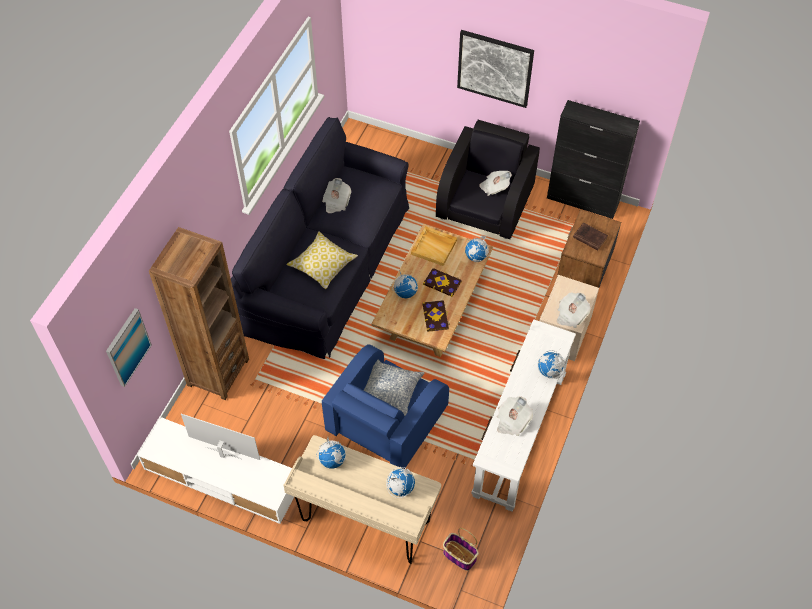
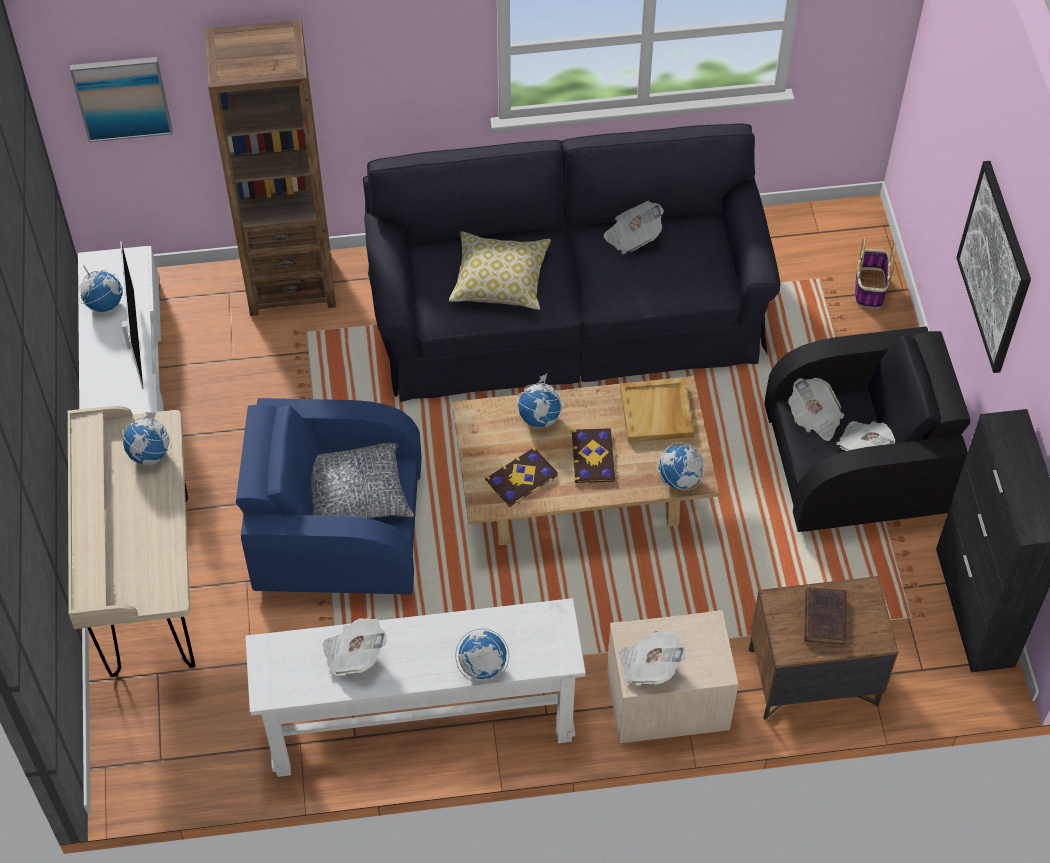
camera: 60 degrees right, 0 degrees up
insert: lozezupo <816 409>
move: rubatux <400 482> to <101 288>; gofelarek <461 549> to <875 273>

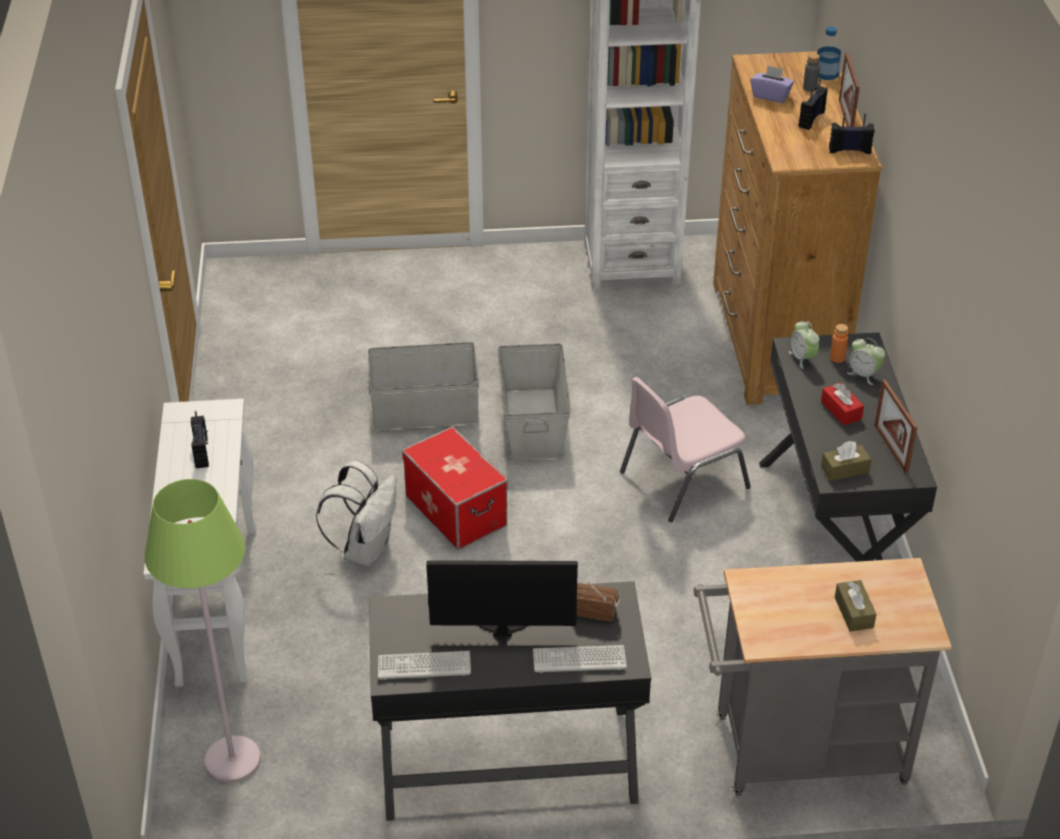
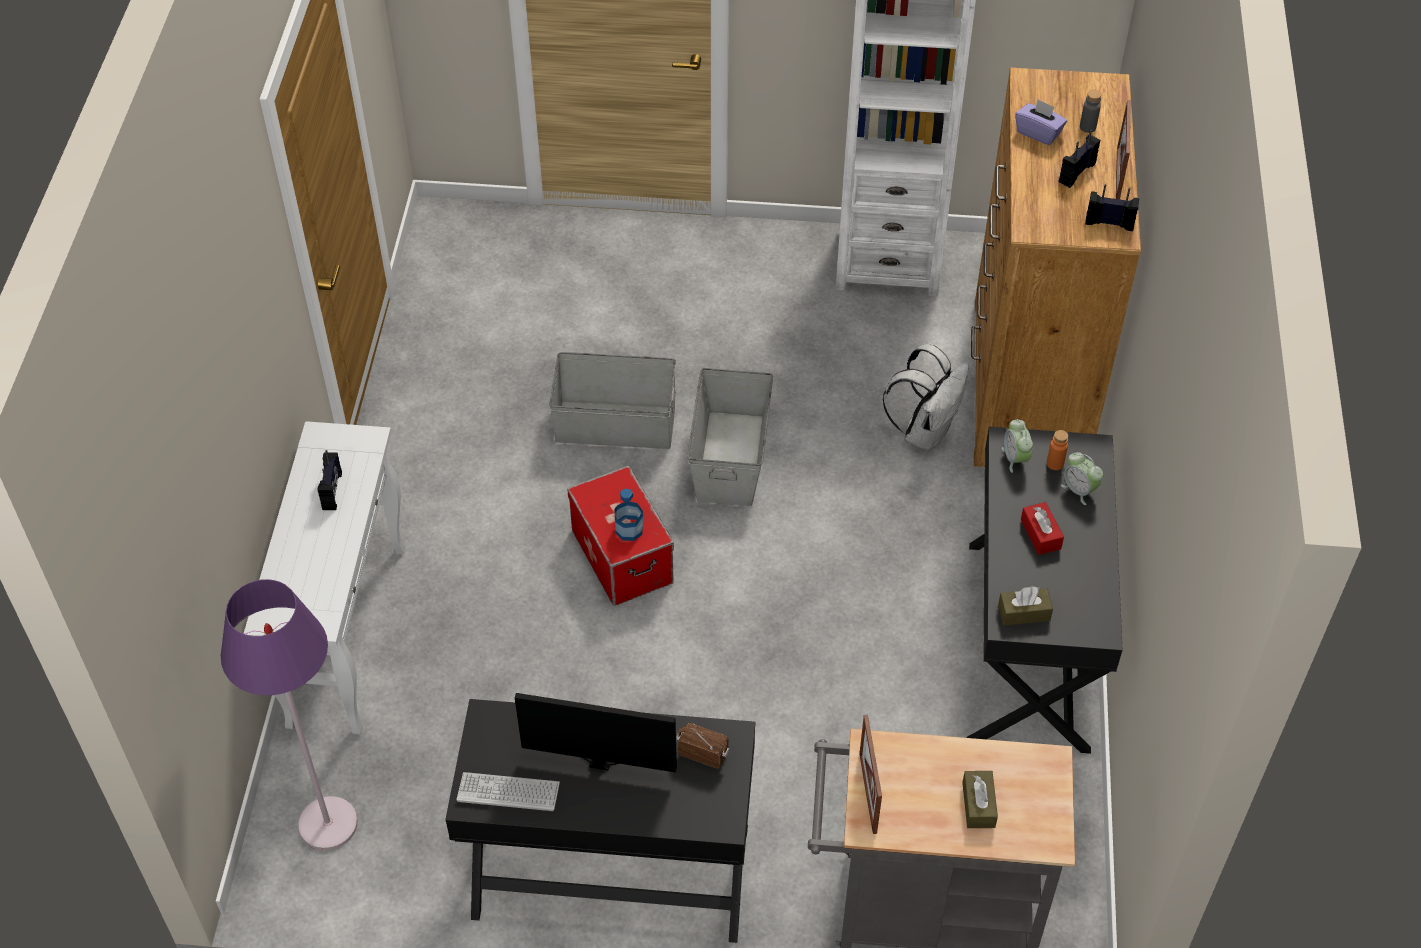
camera: 10 degrees right, 10 degrees up
delete: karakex <580 659>; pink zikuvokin <685 449>
move: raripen <829 53> to <628 515>; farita <895 426> to <870 774>; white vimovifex <356 513> to <926 397>
recolor: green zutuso <202 631> to purple zutuso <289 715>

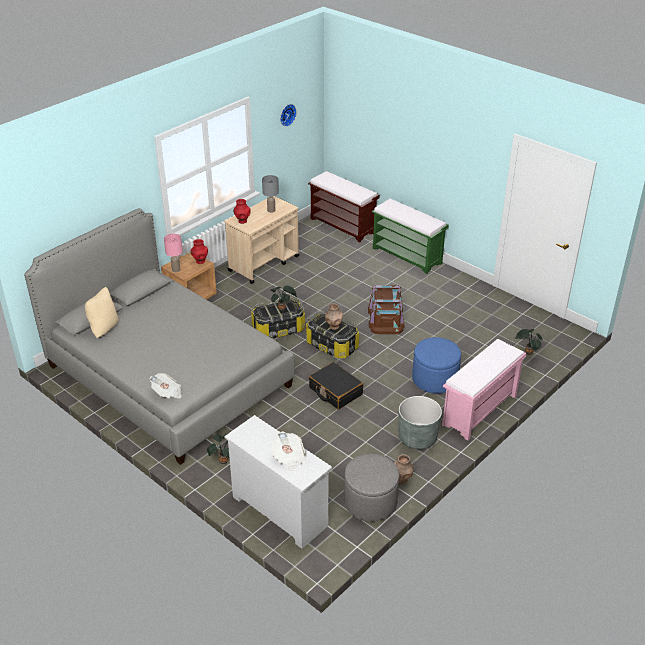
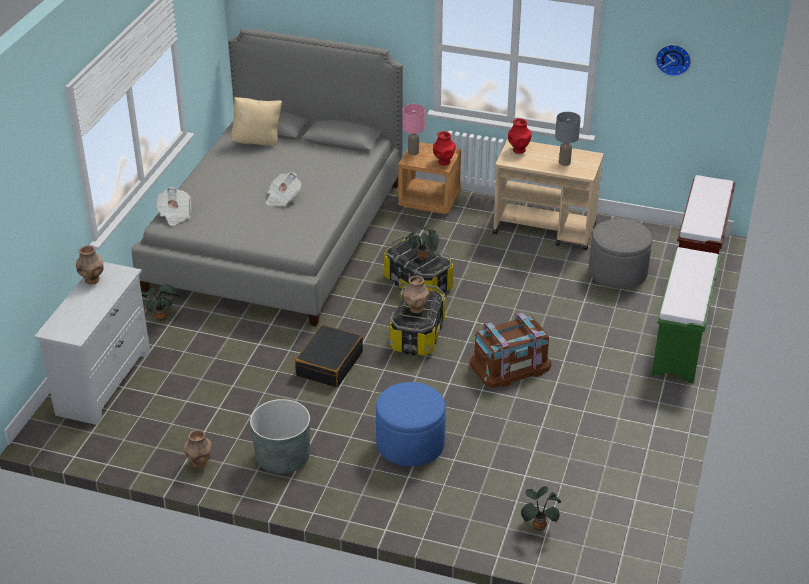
camera: 65 degrees right, 0 degrees up
delete: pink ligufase <484 390>
insert: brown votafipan <90 264>
move: lozezupo <288 451> to <283 189>; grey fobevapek <371 487> to <620 254>

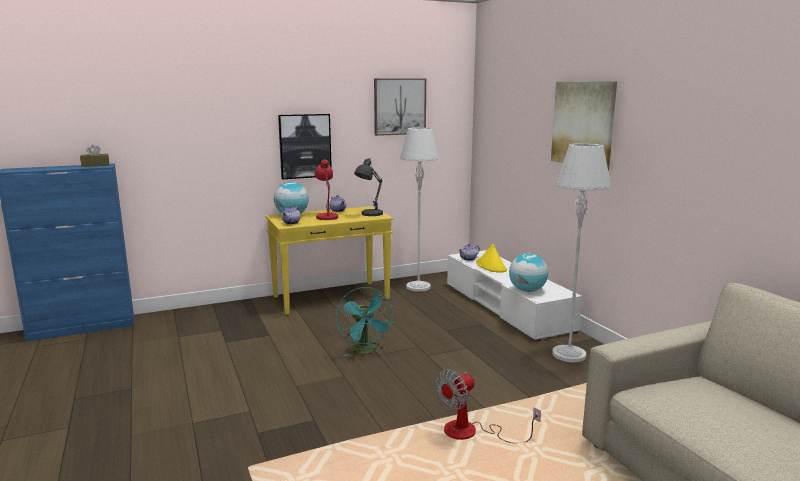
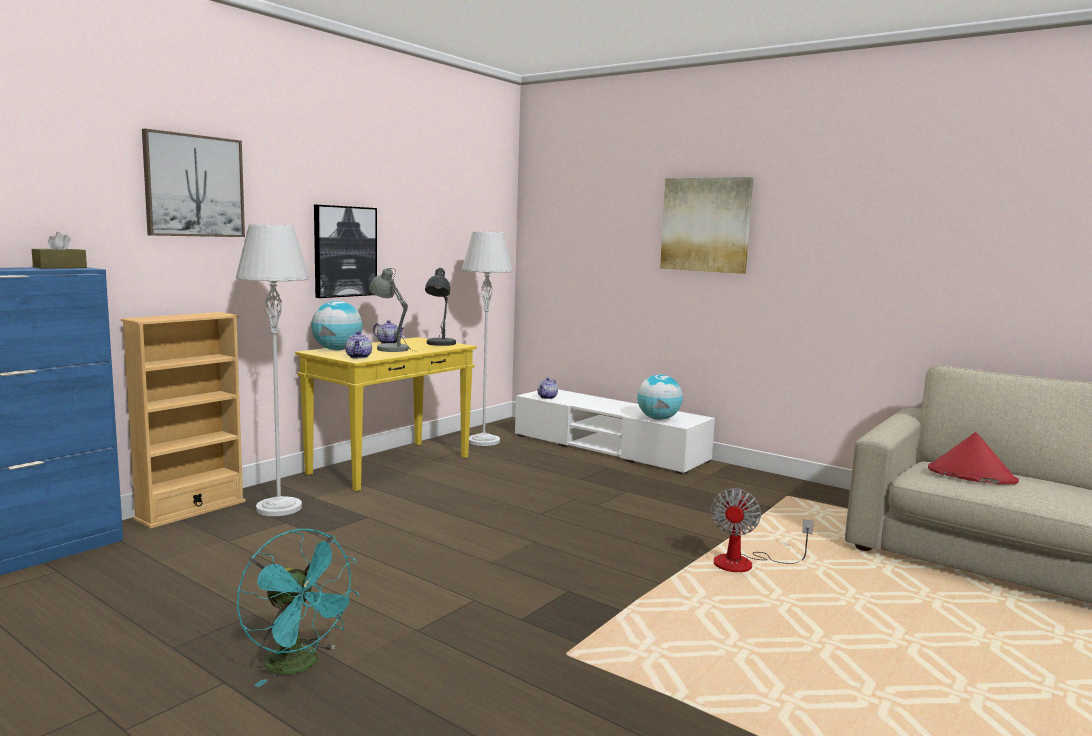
camera: 30 degrees left, 5 degrees down
delete: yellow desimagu <491 258>
insert: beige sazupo <183 420>; red desimagu <973 458>
move: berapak <400 107> to <193 183>; grey zutuso <581 252> to <272 370>; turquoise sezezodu <364 321> to <298 608>
recolor: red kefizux <327 190> to grey kefizux <393 310>

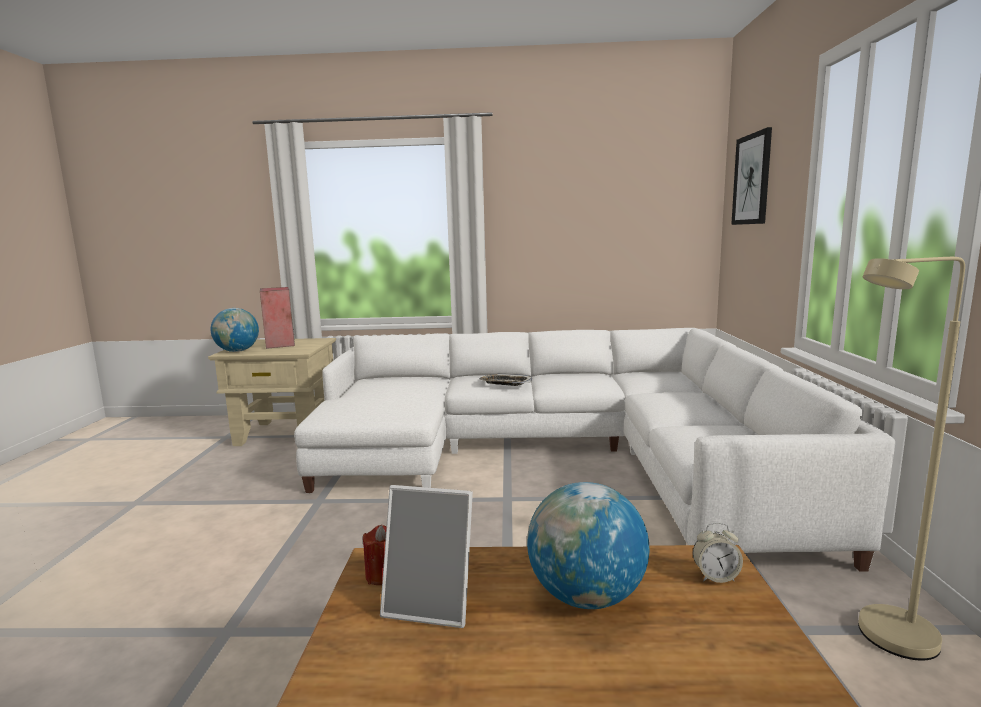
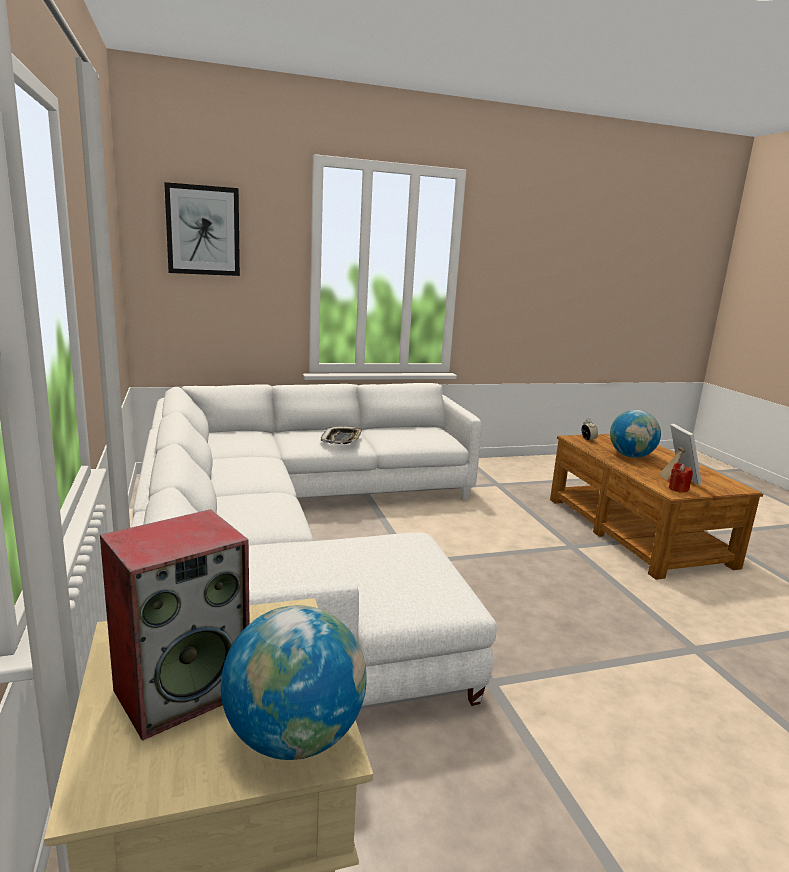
camera: 110 degrees left, 5 degrees up
delete: beige zutuso <911 459>
move: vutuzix <505 380> to <341 435>

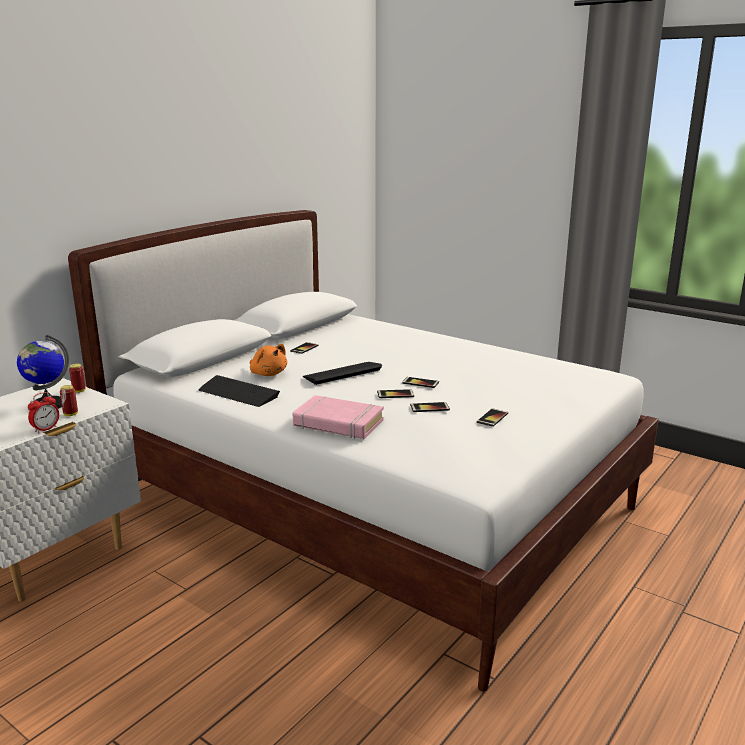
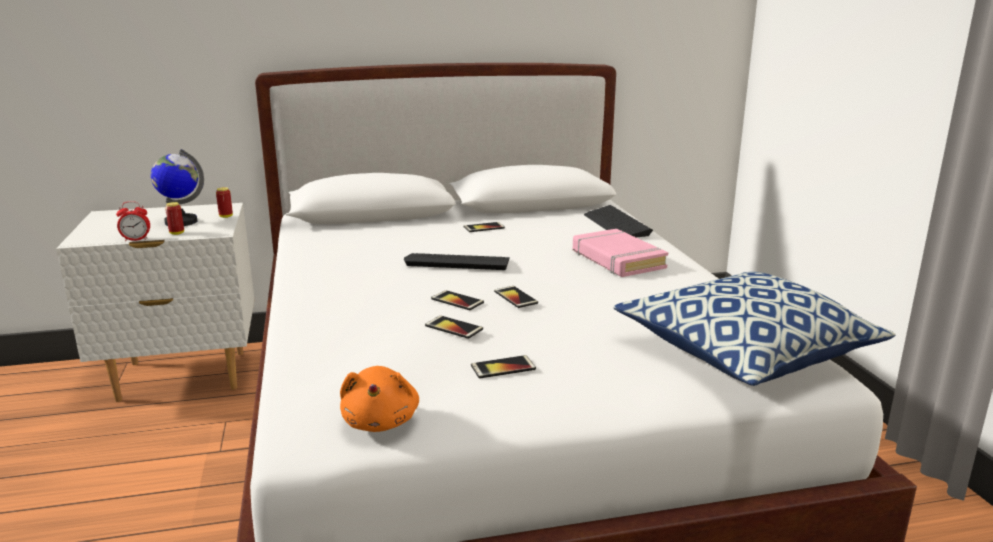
camera: 40 degrees right, 0 degrees up
insert: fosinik <754 329>
move: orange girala <268 360> to <379 399>; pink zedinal <338 417> to <621 253>; karakex <239 391> to <618 221>

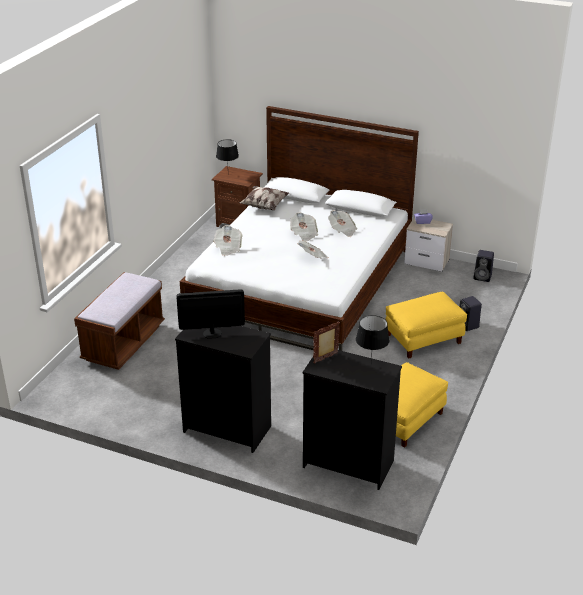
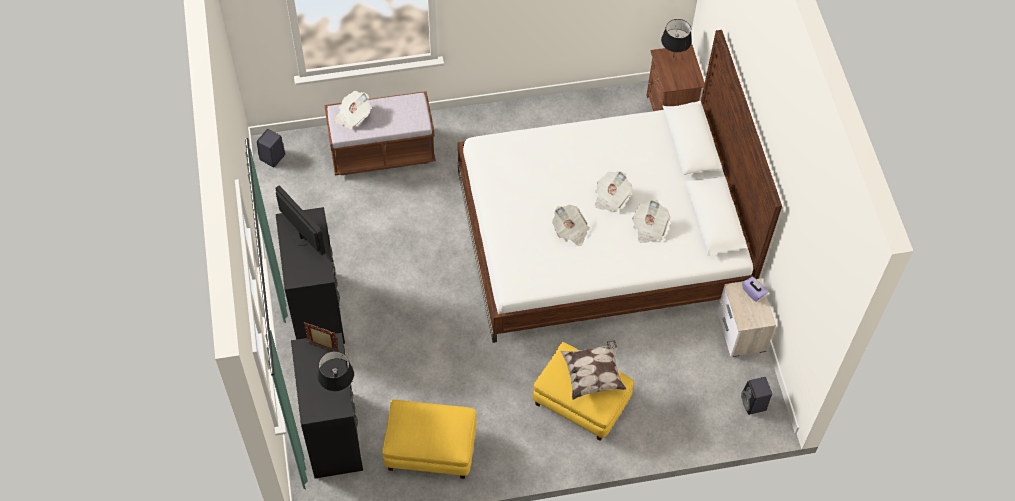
camera: 55 degrees right, 25 degrees up
move: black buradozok <470 313> to <271 148>; lozezupo <228 240> to <352 110>; fosinik <264 198> to <593 370>

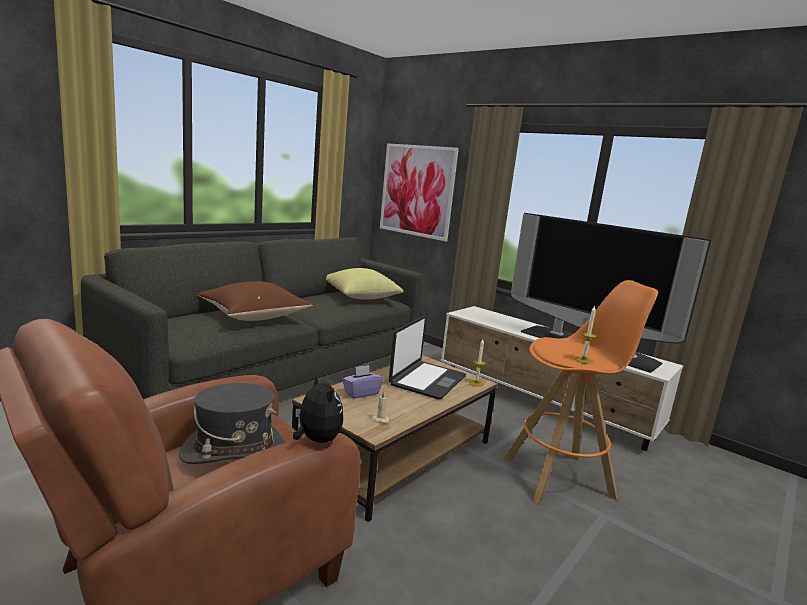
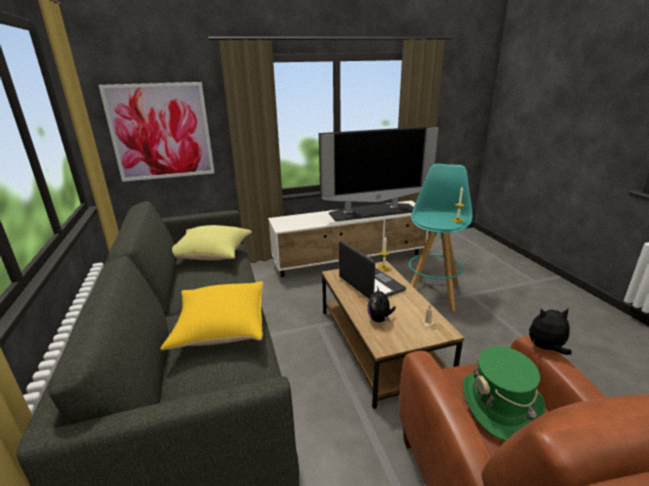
camera: 55 degrees left, 10 degrees up
replace: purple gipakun <363 382> to girala <381 304>
recolor: brown fosinik <255 301> to yellow fosinik <211 315>; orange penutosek <580 392> to turquoise penutosek <440 237>; grey desimagu <232 423> to green desimagu <504 393>

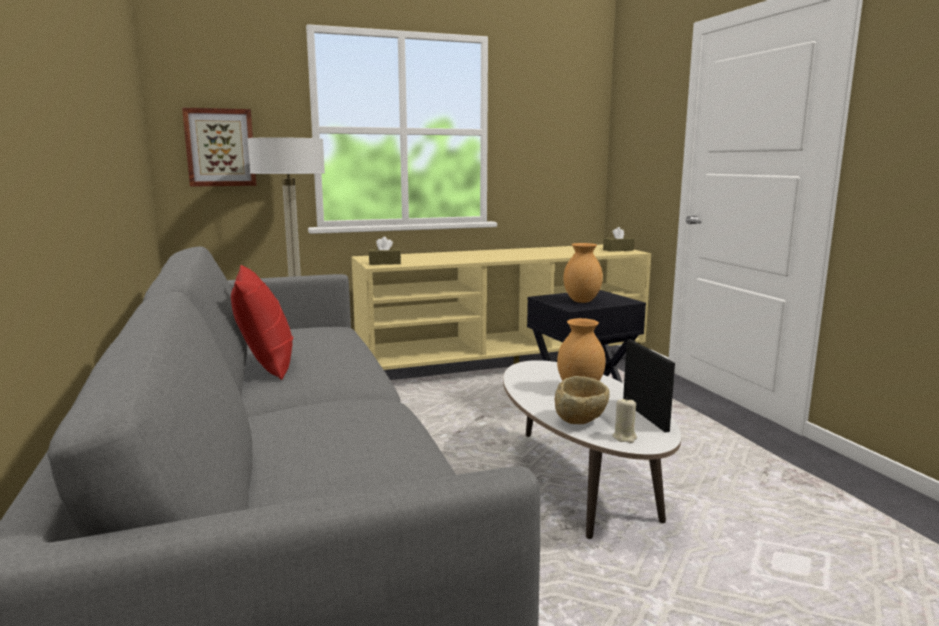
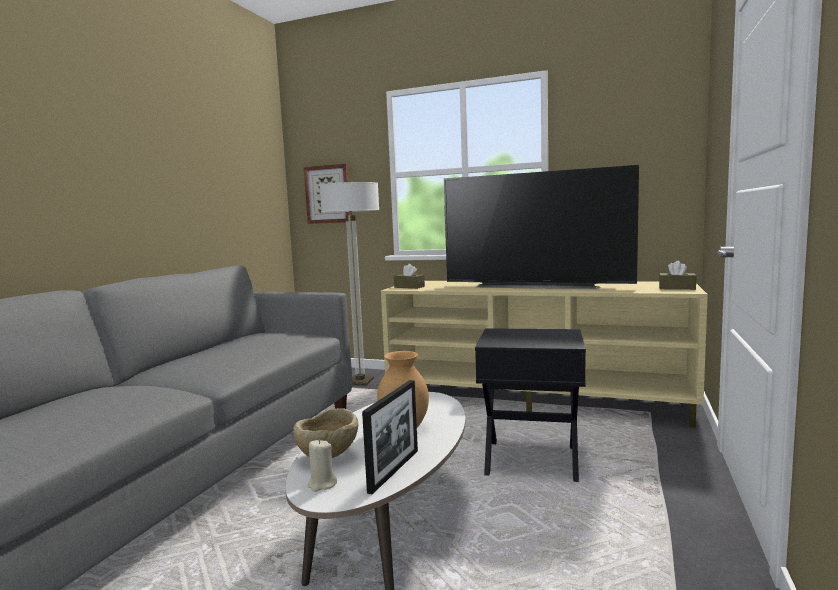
camera: 40 degrees right, 5 degrees down
delete: red fosinik <262 322>; brown votafipan <583 273>
insert: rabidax <541 227>

